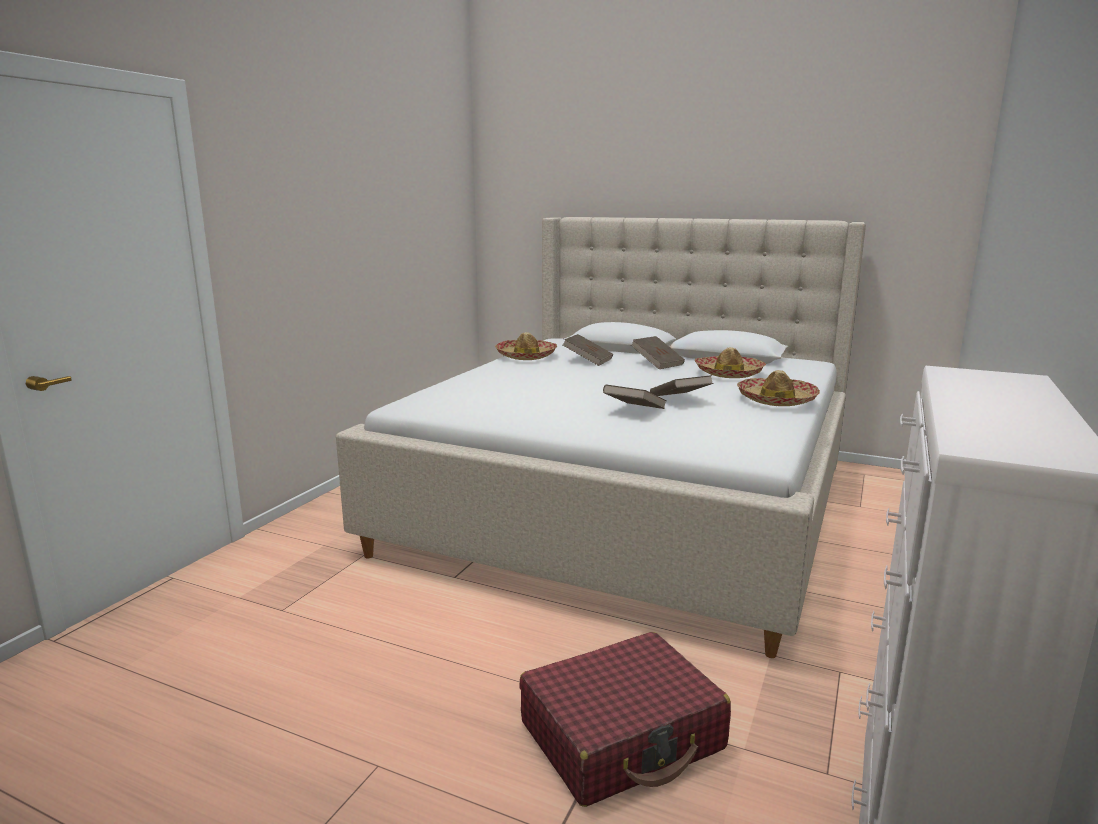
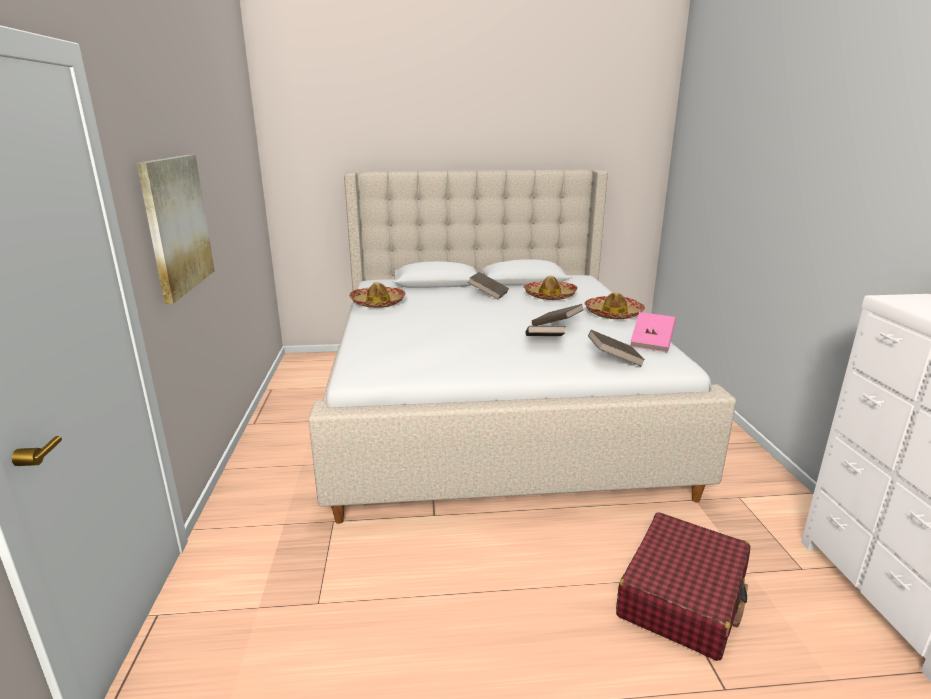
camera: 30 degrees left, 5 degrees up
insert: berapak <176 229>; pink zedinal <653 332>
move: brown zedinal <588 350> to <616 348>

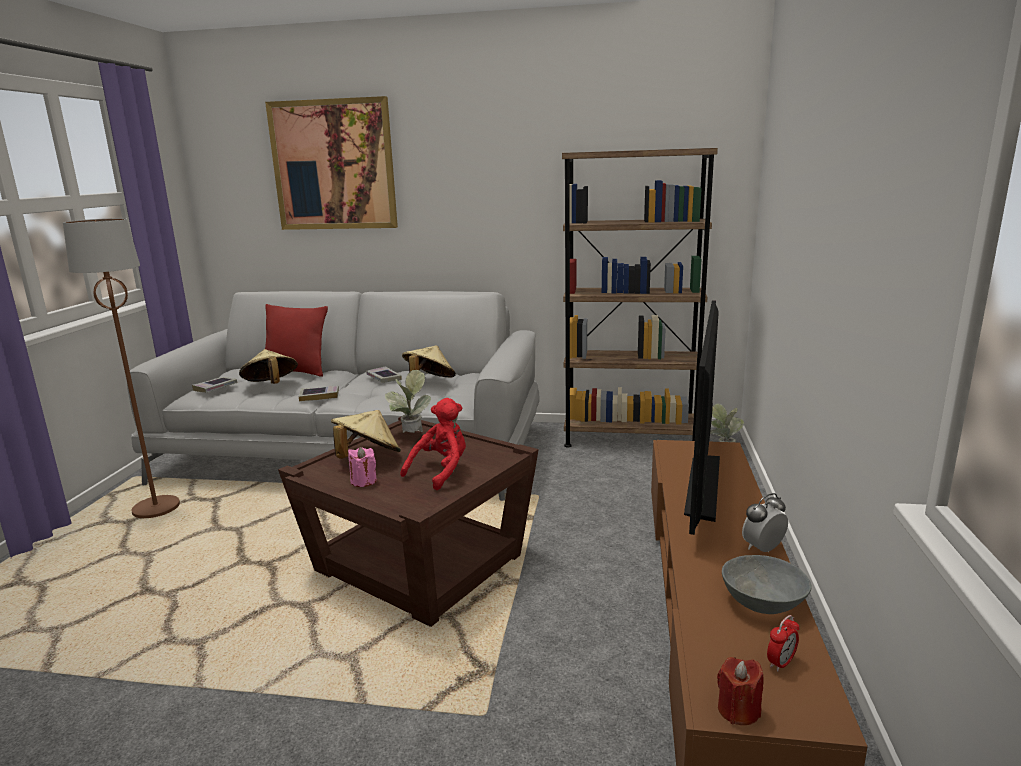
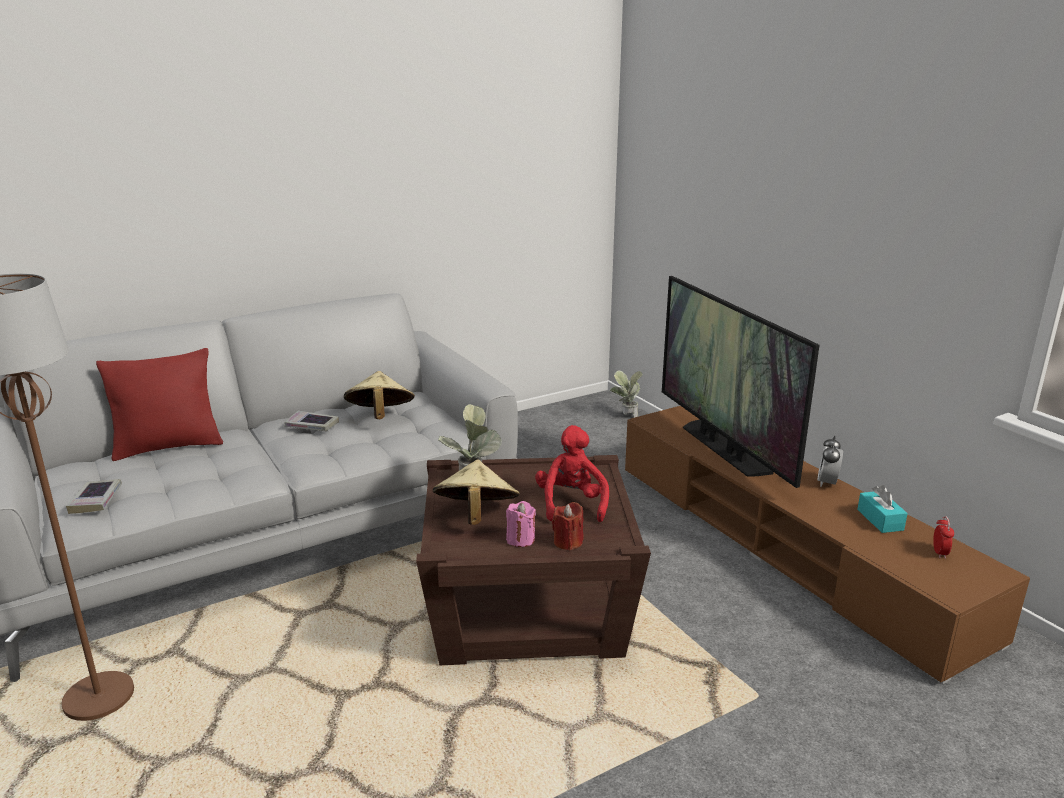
camera: 40 degrees left, 5 degrees up
delete: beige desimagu <268 366>; berapak <331 163>; zedinal <319 393>; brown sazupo <640 297>
move: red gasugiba <740 691> to <567 526>
replace: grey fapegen <767 584> to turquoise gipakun <882 509>

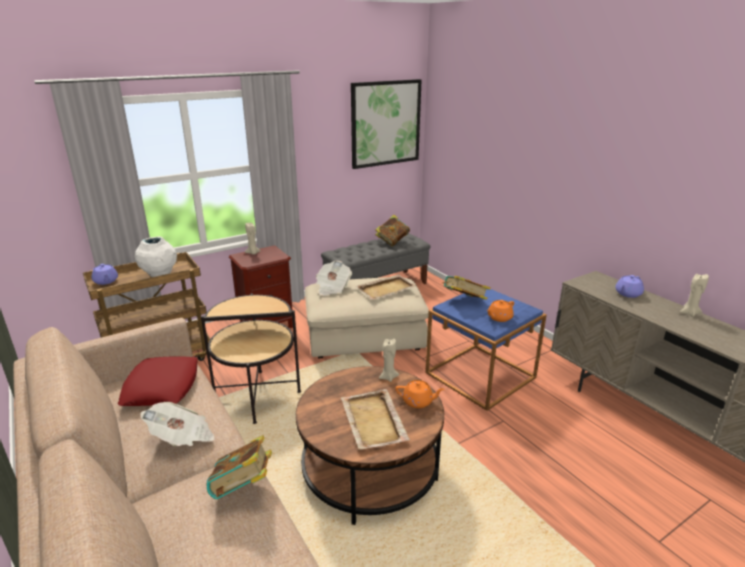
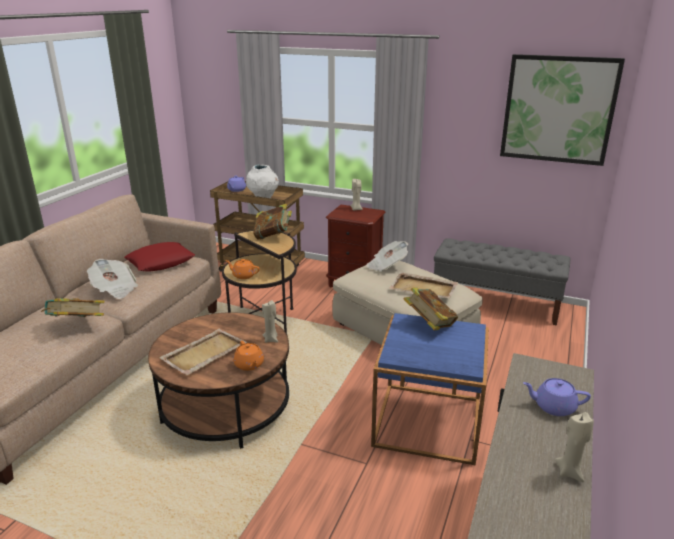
camera: 55 degrees right, 0 degrees up
move: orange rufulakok <500 311> to <242 269>; zedinal <392 230> to <272 222>

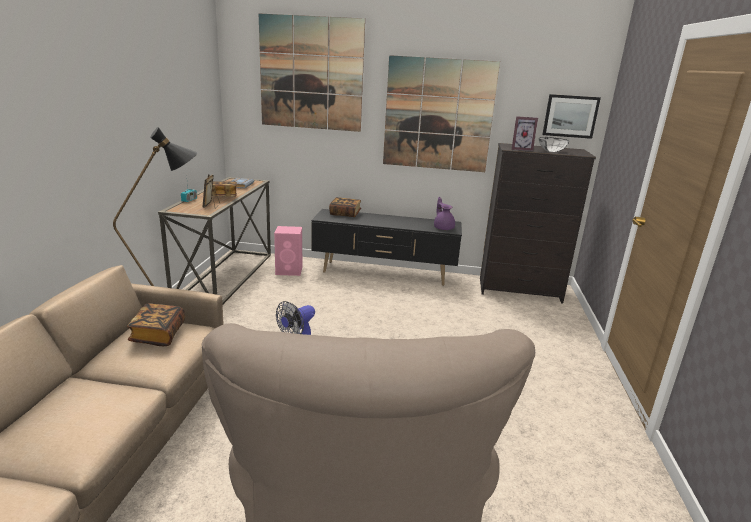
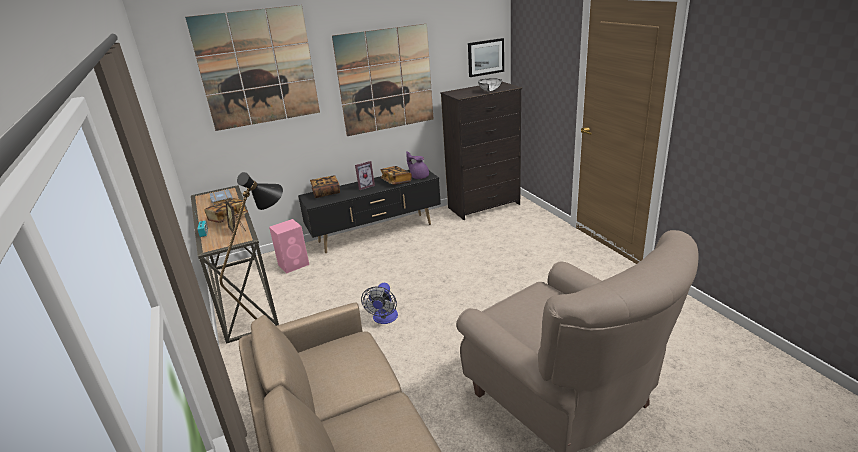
camera: 30 degrees left, 5 degrees up
move: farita <525 133> to <365 175>; zedinal <156 324> to <396 175>

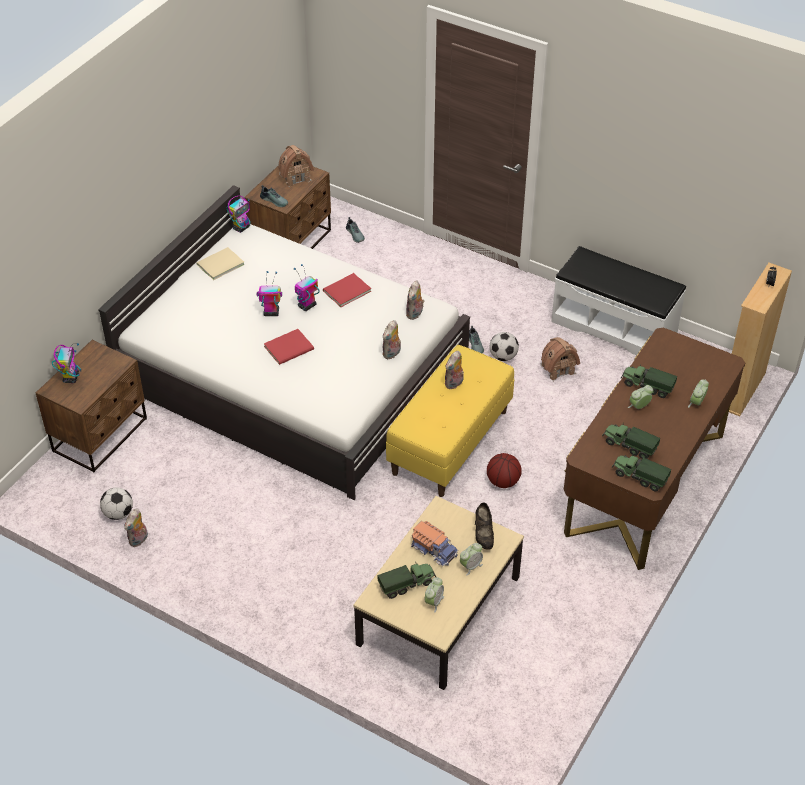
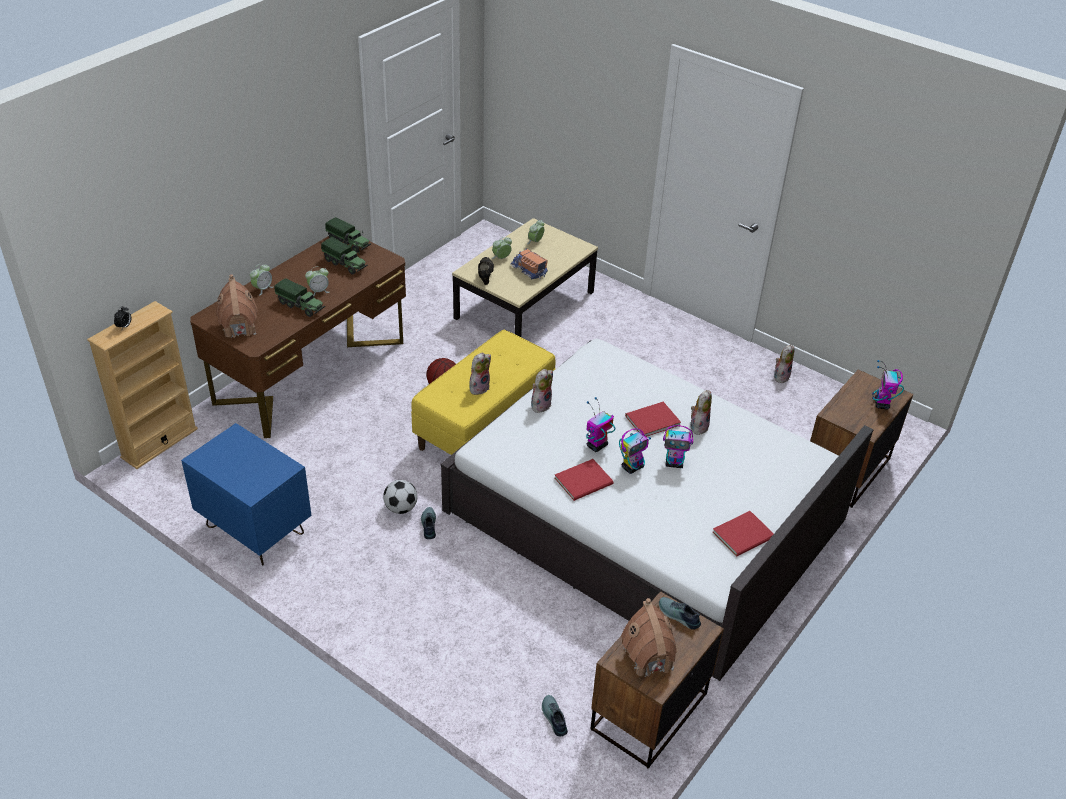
camera: 175 degrees left, 5 degrees down
delete: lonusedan <116 503>; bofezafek <406 580>
move: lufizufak <560 359> to <236 306>; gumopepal <238 214> to <600 424>; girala <415 300> to <701 412>
replace: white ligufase <618 300> to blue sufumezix <246 494>
recolor: beige zedinal <221 263> to red zedinal <743 534>

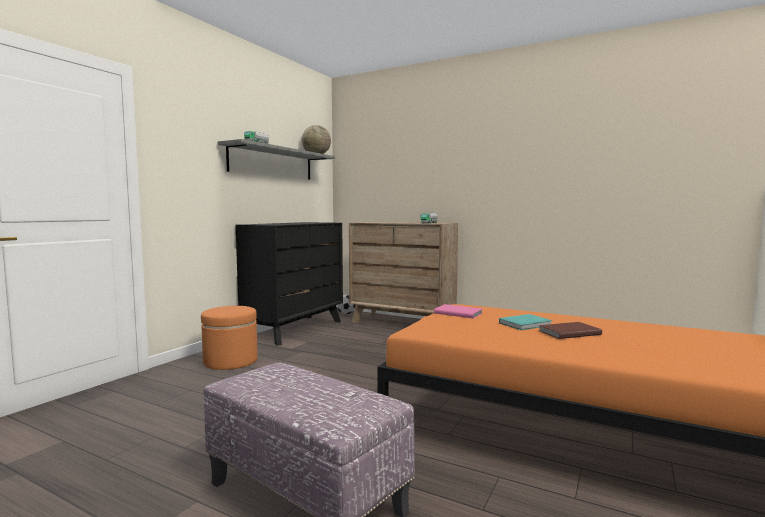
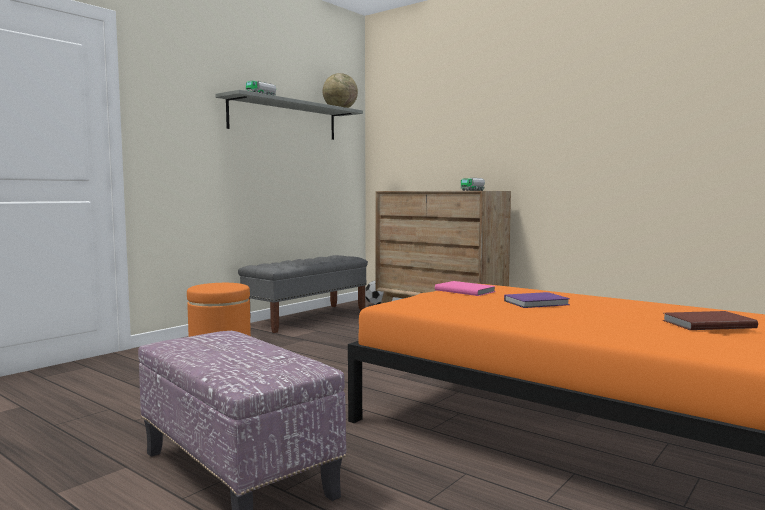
camera: 10 degrees right, 0 degrees up
move: brown zedinal <570 330> to <710 320>
replace: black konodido <289 284> to grey ligufase <303 294>
recolor: turquoise zedinal <525 322> to purple zedinal <537 300>

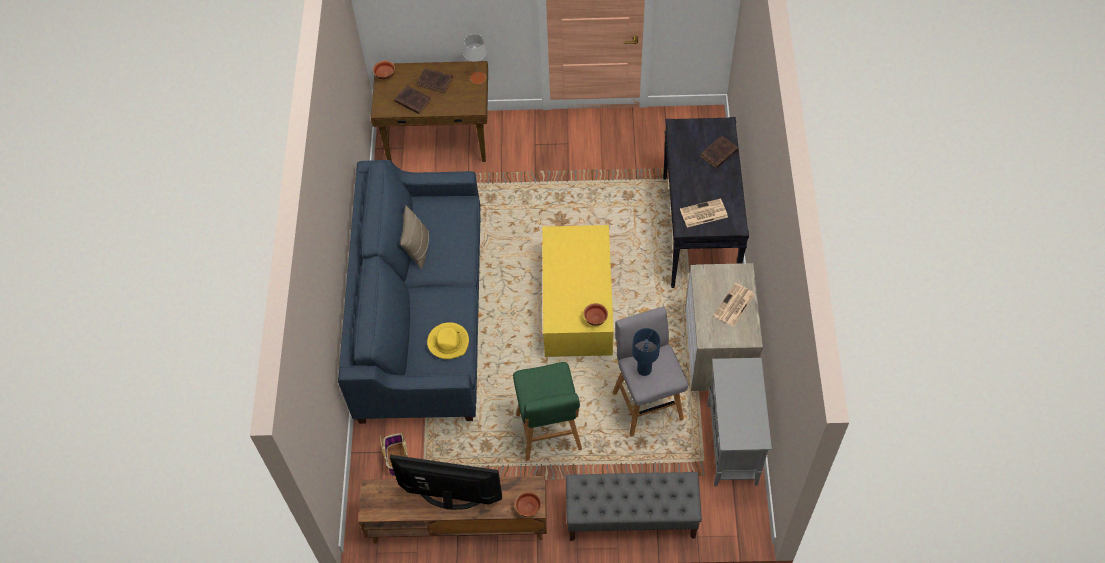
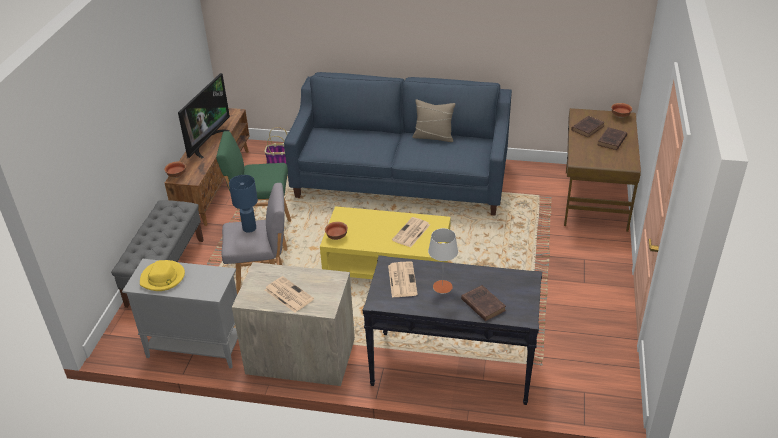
camera: 100 degrees right, 20 degrees down
insert: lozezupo <411 232>
move: yellow desimagu <448 340> to <162 275>; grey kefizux <475 59> to <443 260>

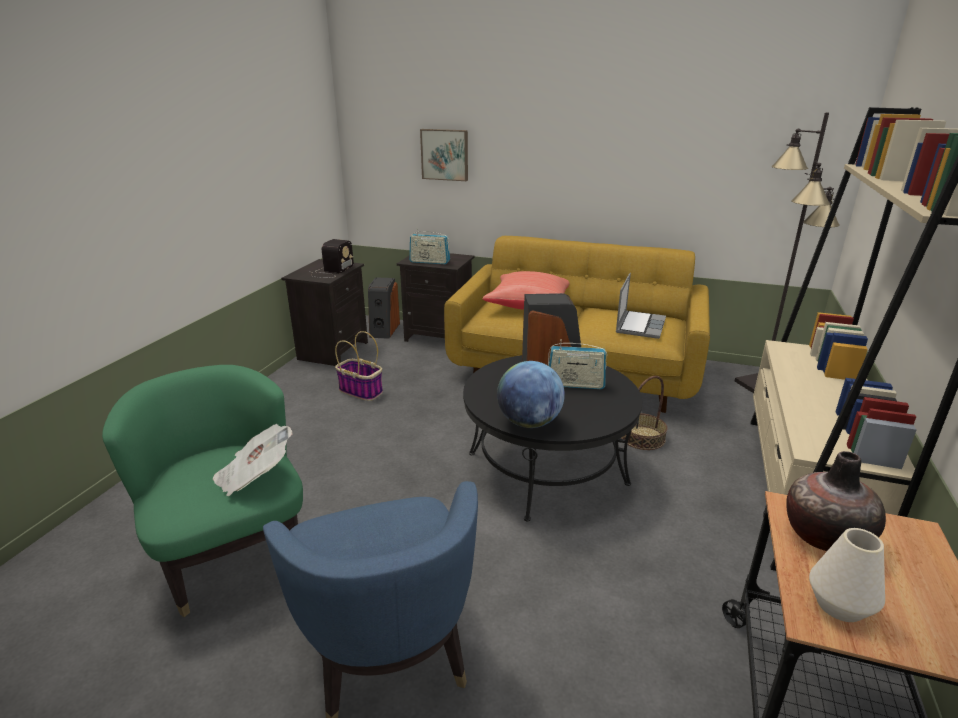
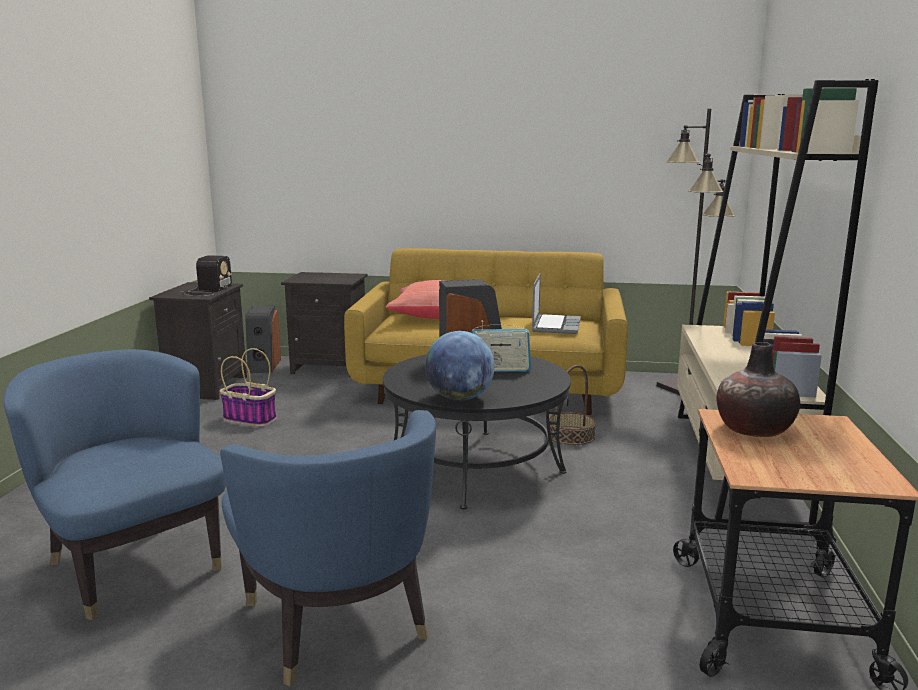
camera: 10 degrees left, 10 degrees down
delete: lozezupo <253 460>; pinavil <429 246>; berapak <444 155>; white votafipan <847 575>
recolor: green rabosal <202 491> to blue rabosal <115 484>

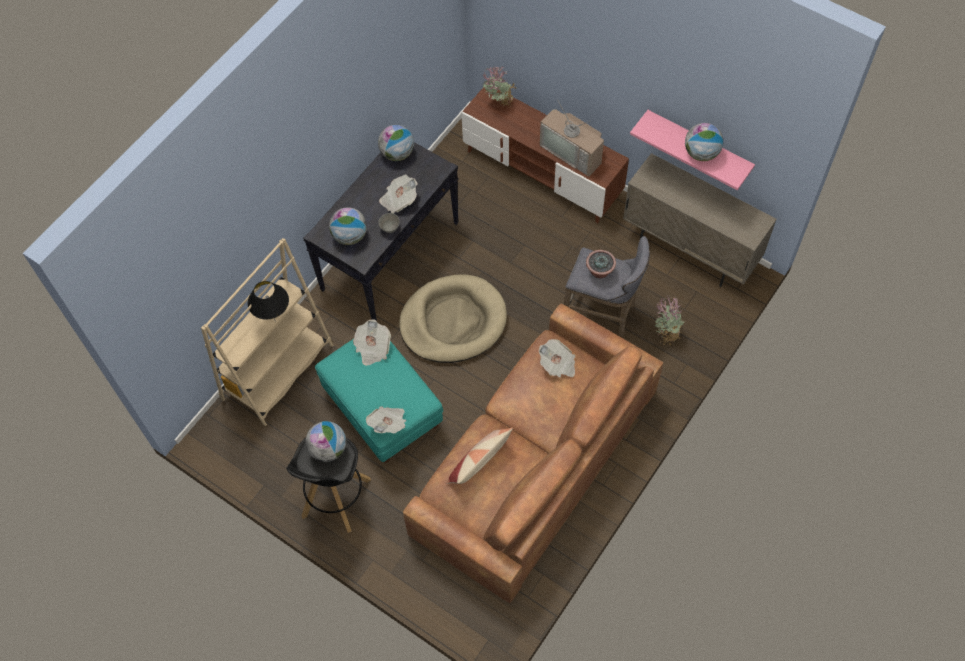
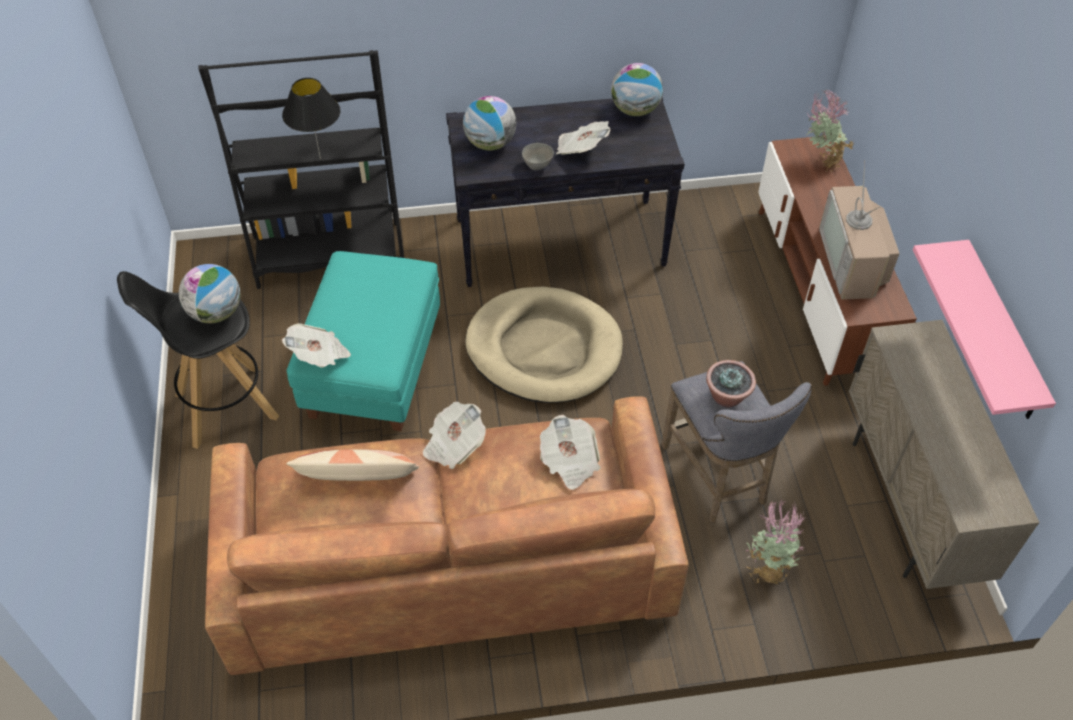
camera: 45 degrees right, 10 degrees down
delete: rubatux <704 142>
move: lozezupo <372 342> to <454 435>
recolor: beige sazupo <267 332> to black sazupo <301 169>

